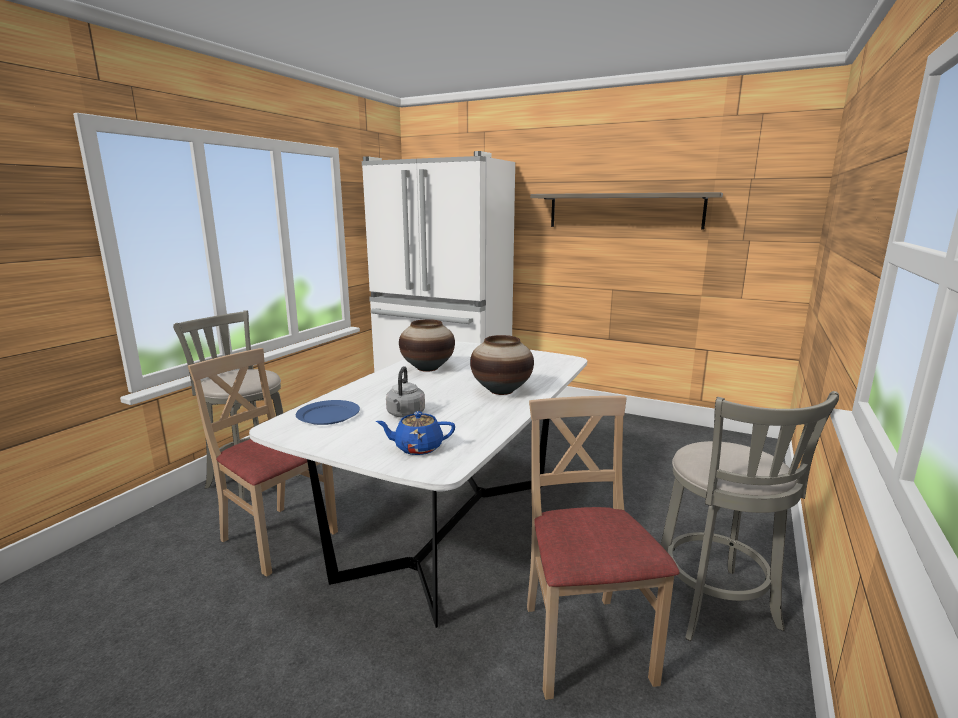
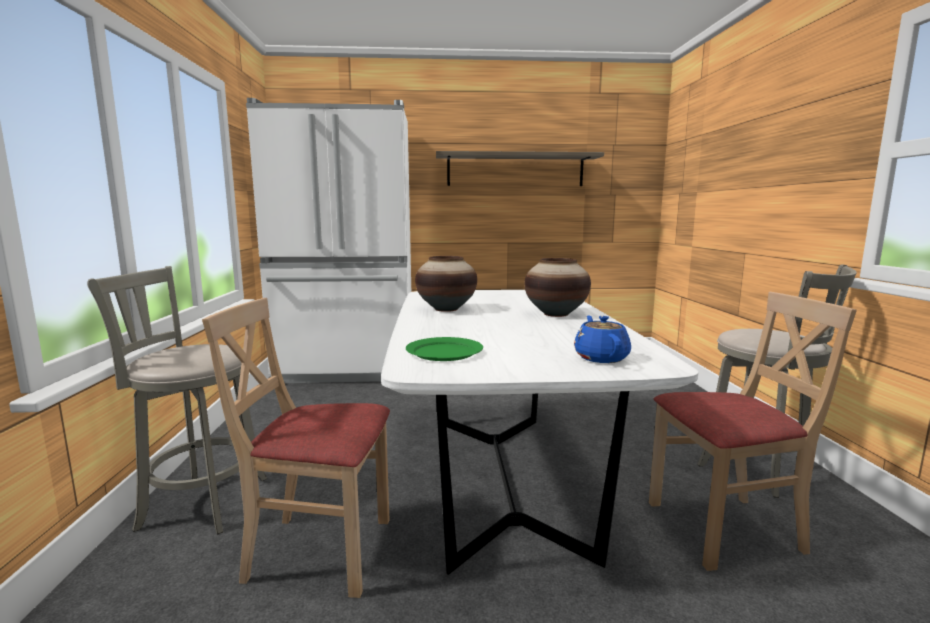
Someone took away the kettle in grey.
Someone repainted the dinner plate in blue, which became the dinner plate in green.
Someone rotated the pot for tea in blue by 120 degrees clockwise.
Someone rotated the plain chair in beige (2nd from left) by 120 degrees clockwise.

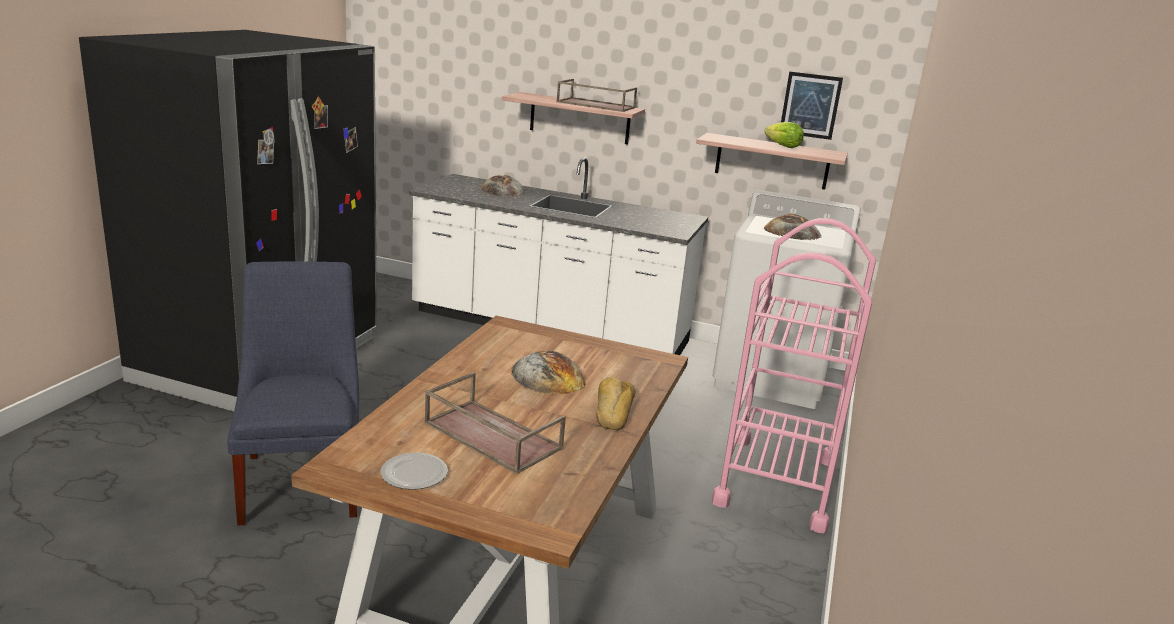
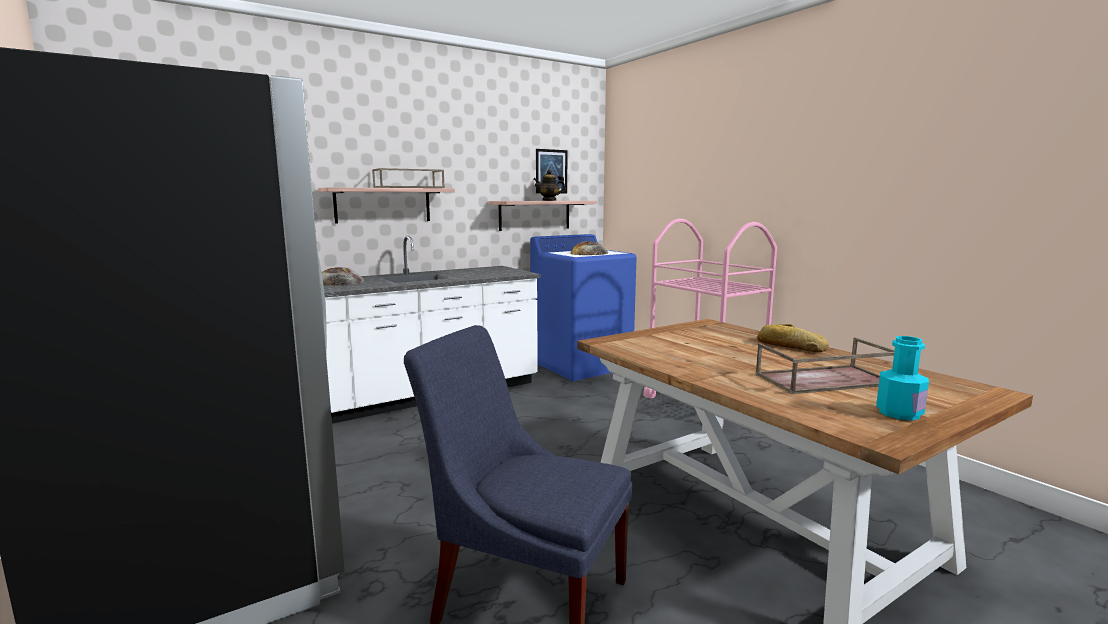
Someone took away the baked bread (2nd from left).
Someone swapped the dinner plate for the beverage bottle in blue-green.
Someone swapped the head of lettuce for the pot for tea.
Someone repainted the laundry machine in white-coloured, which became the laundry machine in blue.

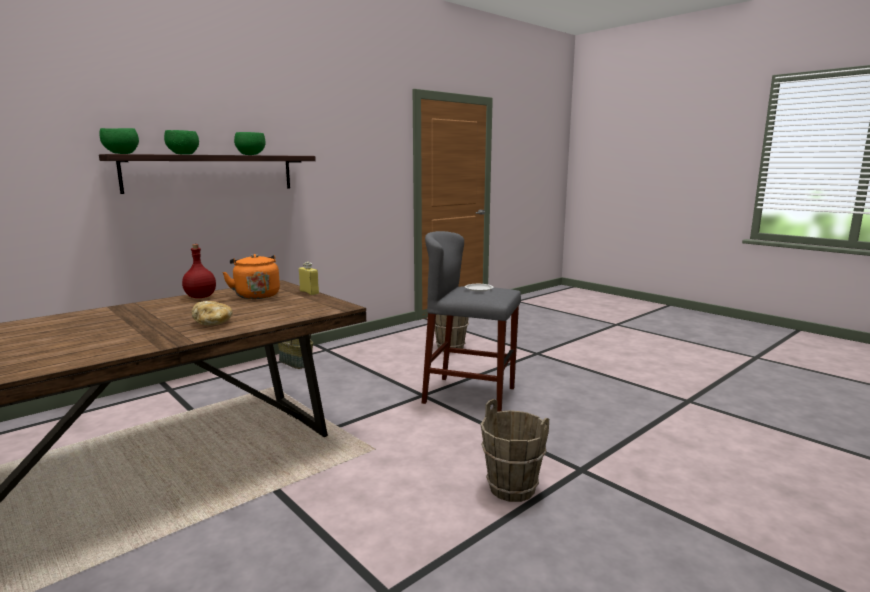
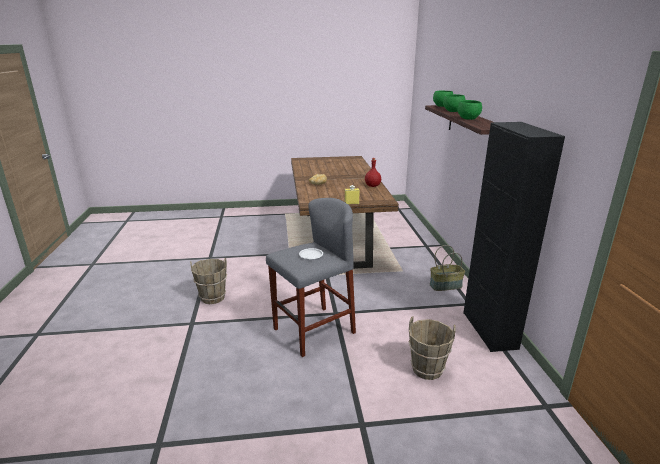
Someone took away the kettle in orangey.
Someone put down the cabinet in blackish.

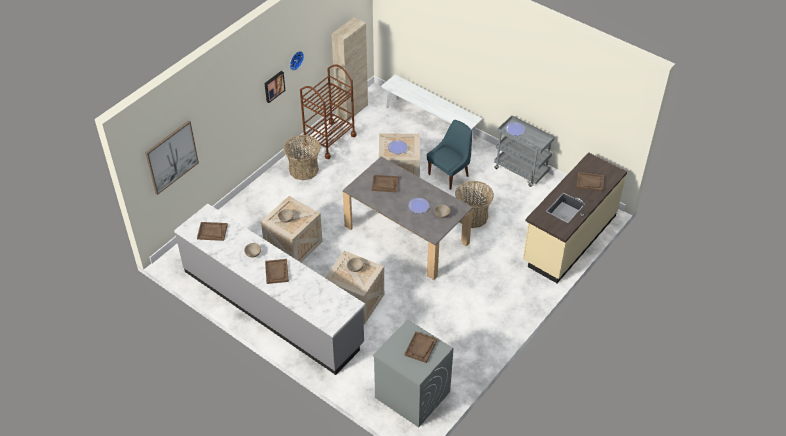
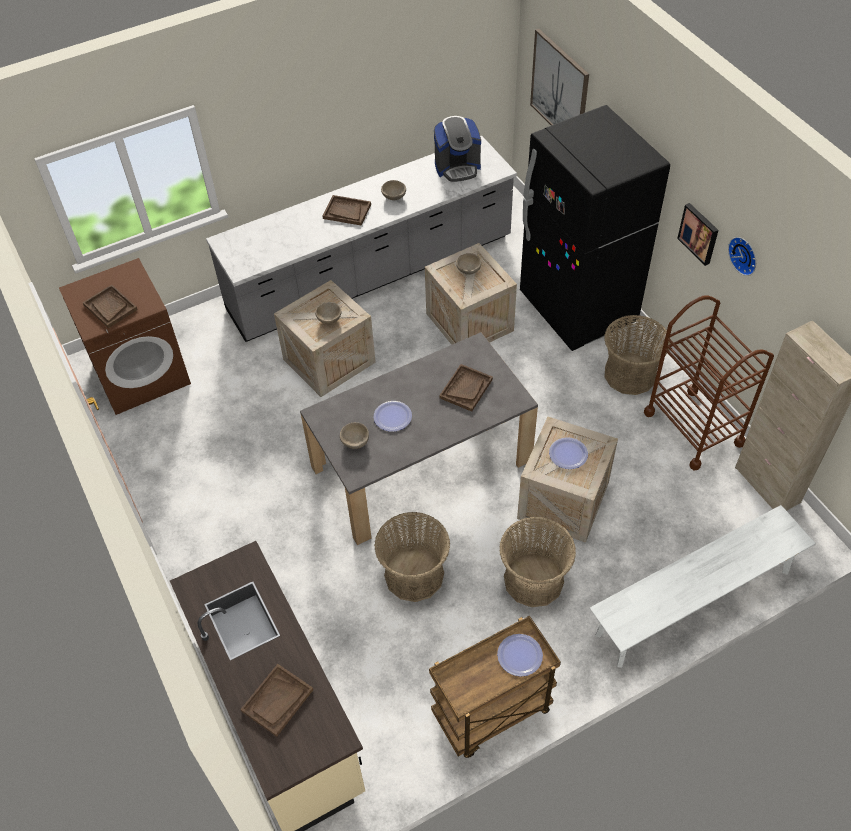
Someone put down the fridge in blackish.
Someone swapped the serving tray in brown-coloured (1st from left) for the coffee brewer.
Someone swapped the plain chair in blue for the basket (2nd from left).
Someone repainted the laundry machine in grey, which became the laundry machine in brown-coloured.
Someone repainted the trolley in grey, which became the trolley in brown-coloured (1st from left).

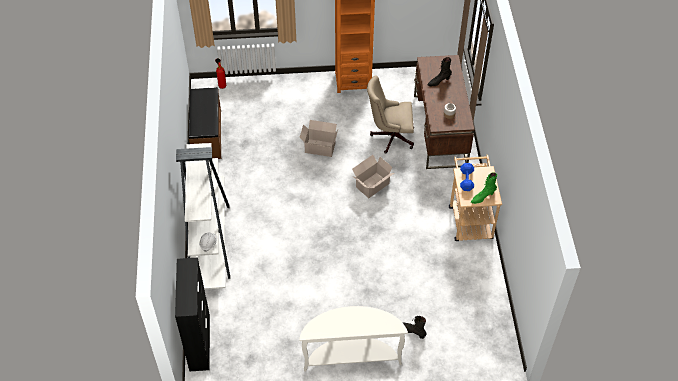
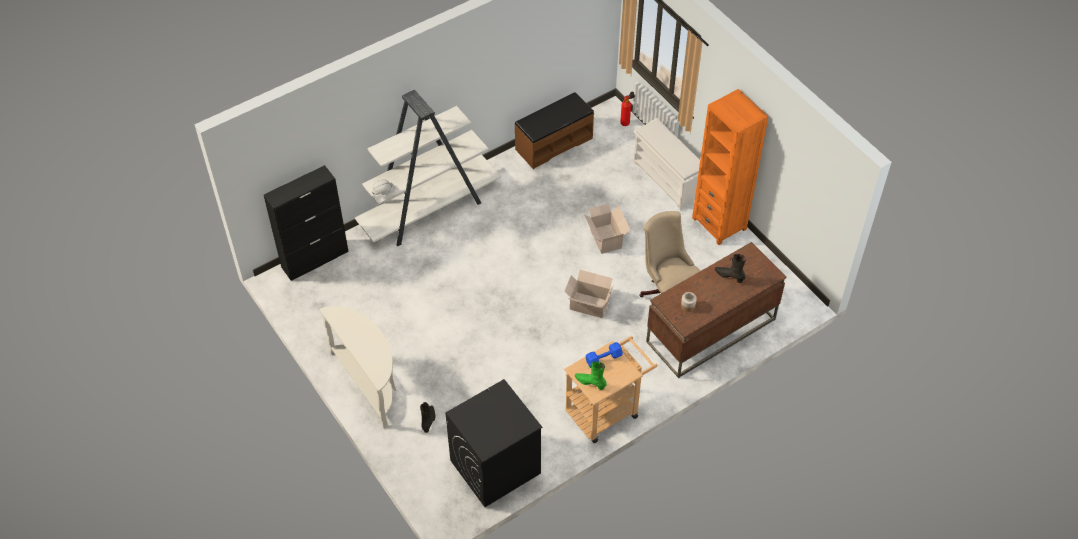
Someone put down the laundry machine in blackish.
Someone put down the shoe stand in white-coloured.

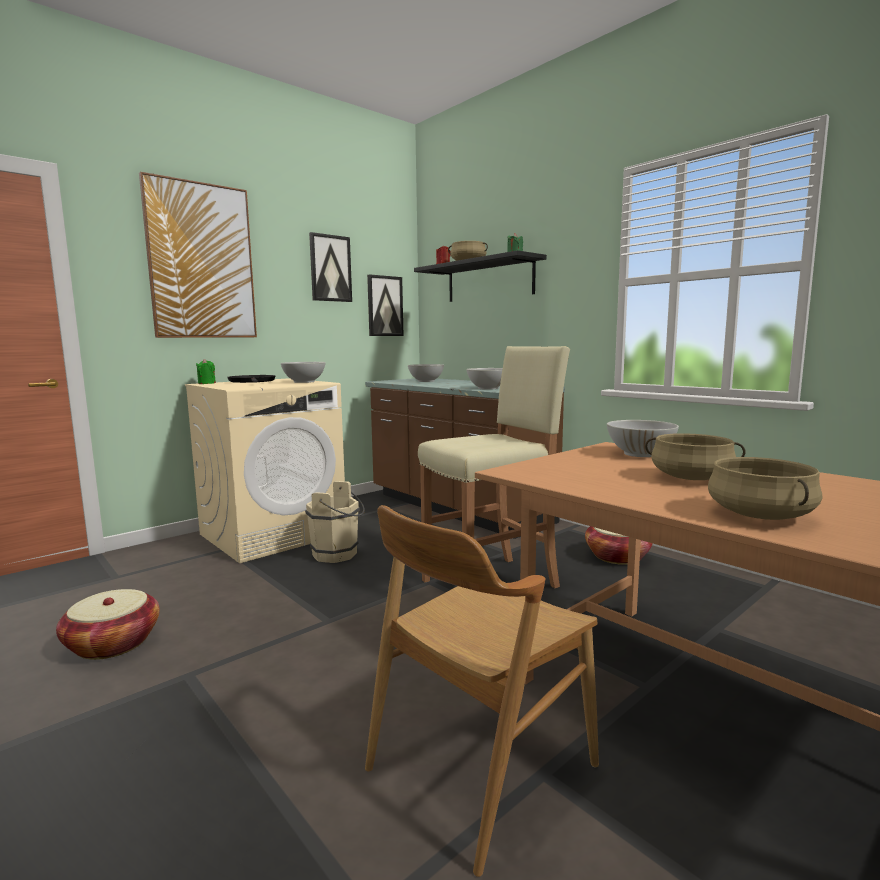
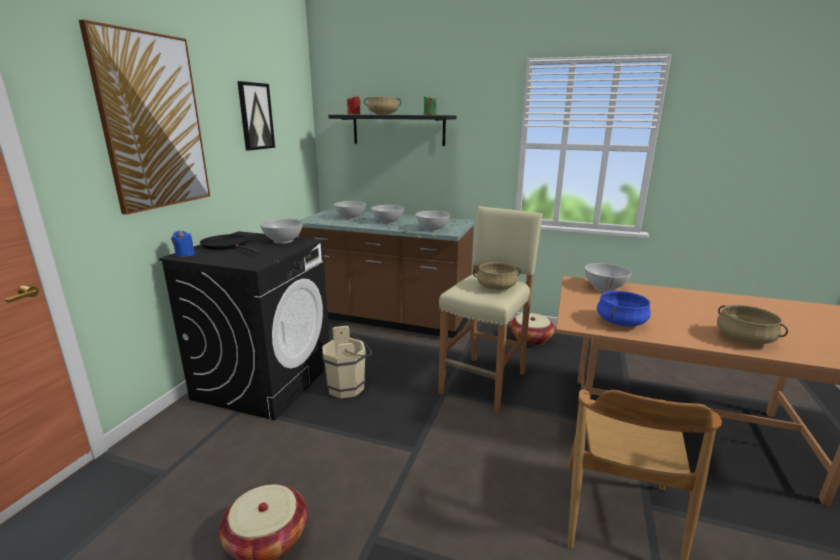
Someone took away the wall art (3rd from left).
Someone put down the deep dish in white-coloured (3rd from left).
Someone put down the cooking pot in blue.
Someone carried the cooking pot in beige (2nd from left).
Someone repainted the laundry machine in beige, which became the laundry machine in blackish.
Someone repainted the candle in green (1st from left), which became the candle in blue.

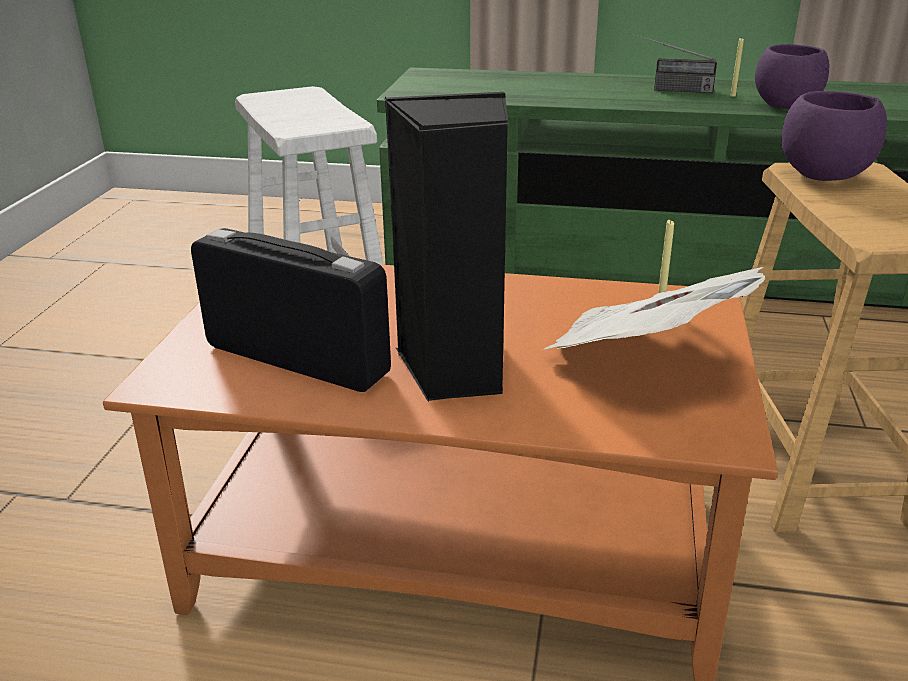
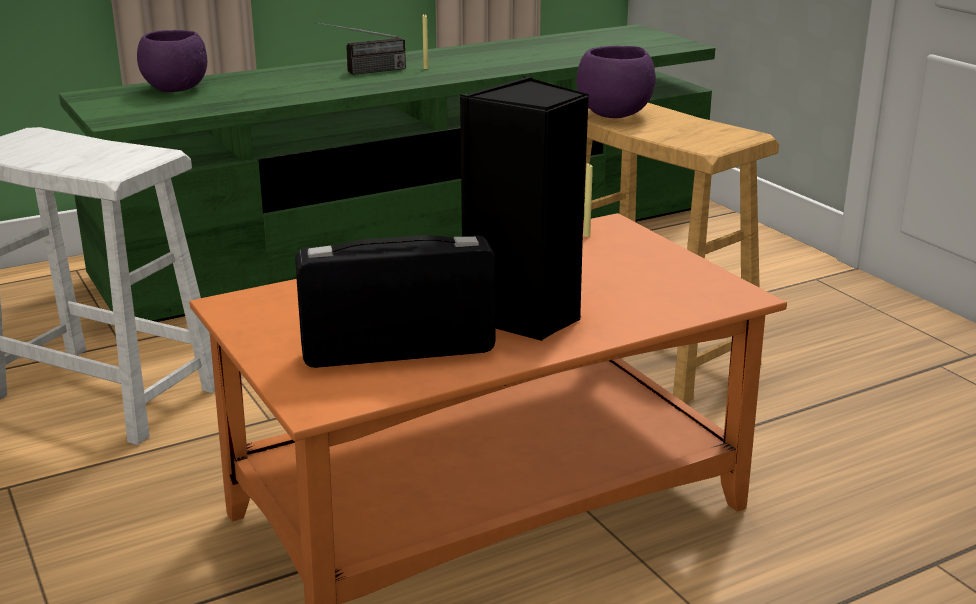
Someone took away the daily paper.
Someone carried the deep dish in purple-coloured (1st from left).

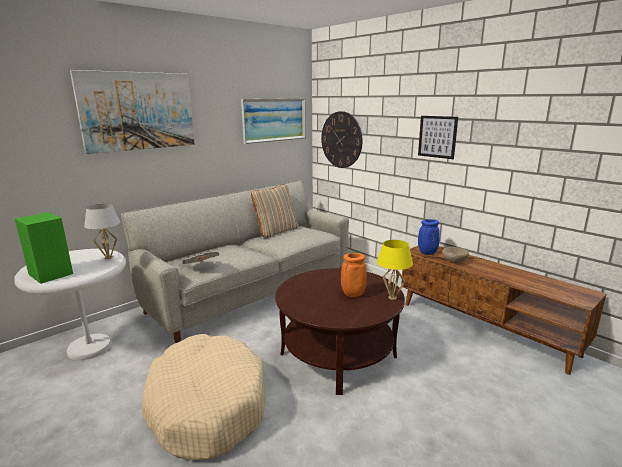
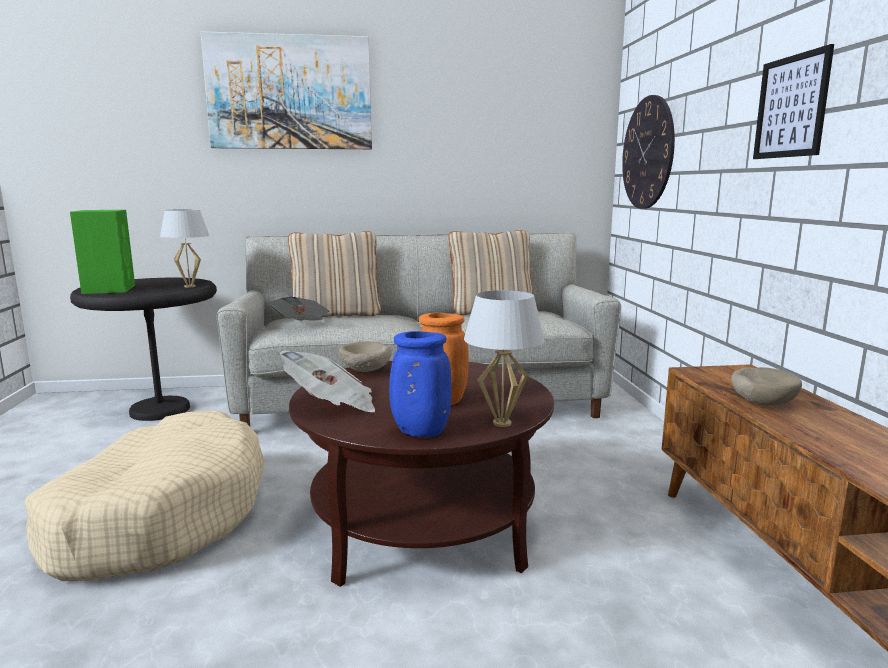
Someone took away the wall art (2nd from left).
Someone put down the daily paper (2nd from left).
Someone put down the cushion in beige (1st from left).
Someone put down the deep dish in beige (1st from left).
Someone carried the flower vase in blue.
Someone repainted the accent table in white-coloured, which became the accent table in blackish.
Someone repainted the tabletop lamp in yellowish, which became the tabletop lamp in white-coloured (2nd from left).

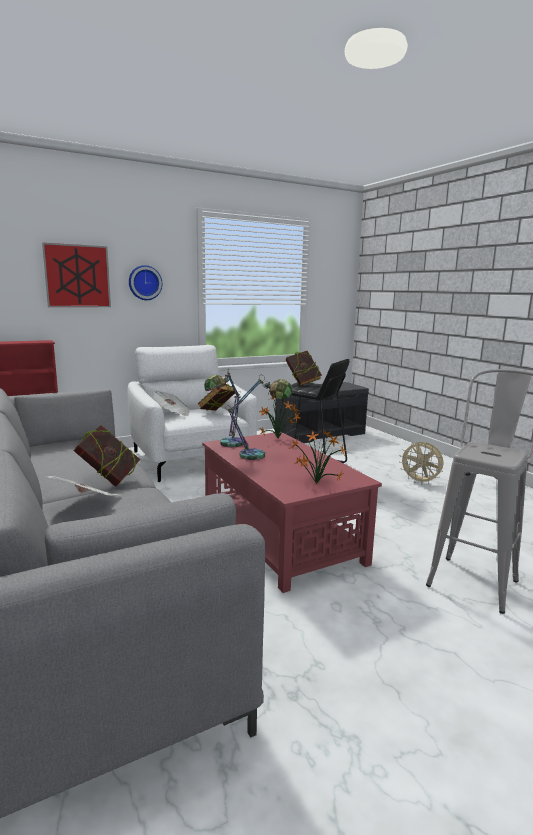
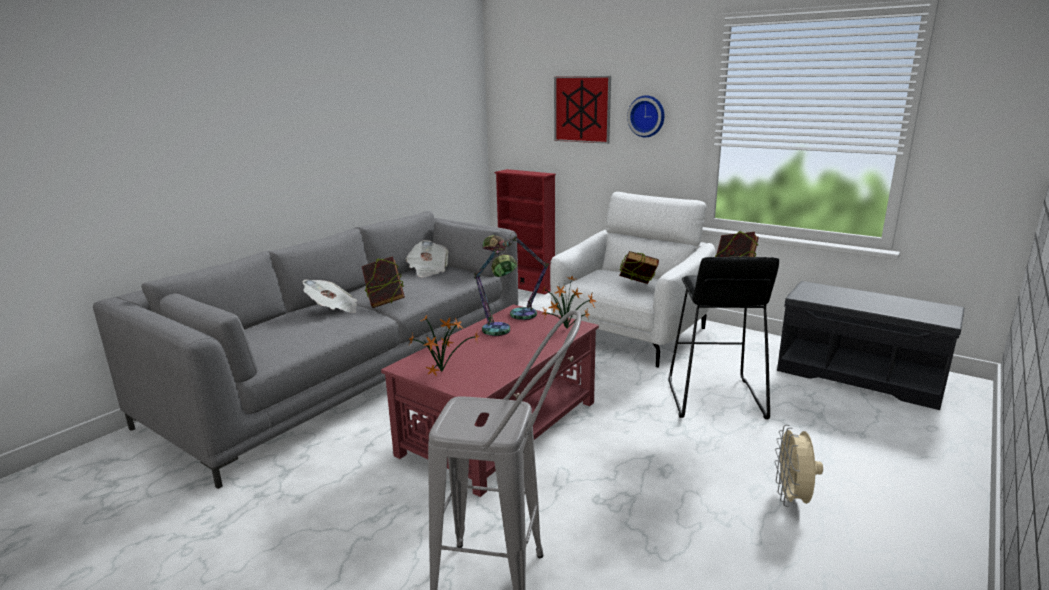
Someone carried the daily paper (2nd from left).

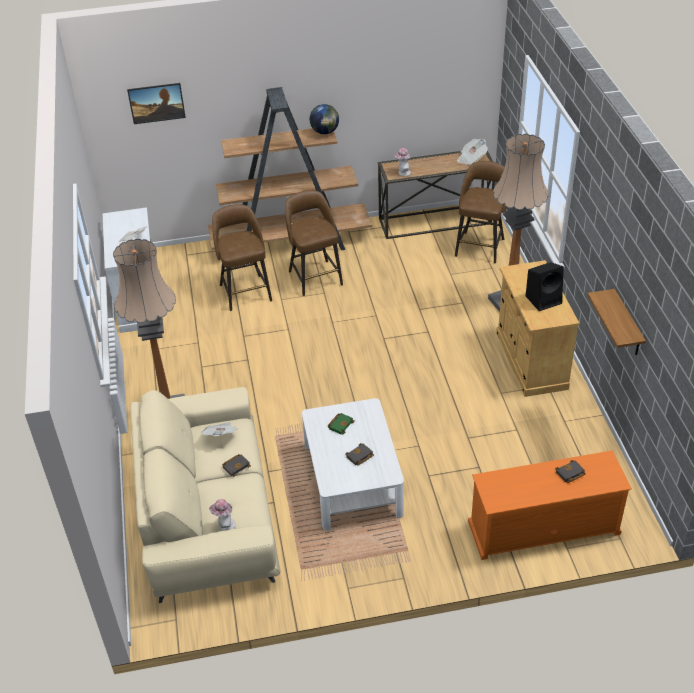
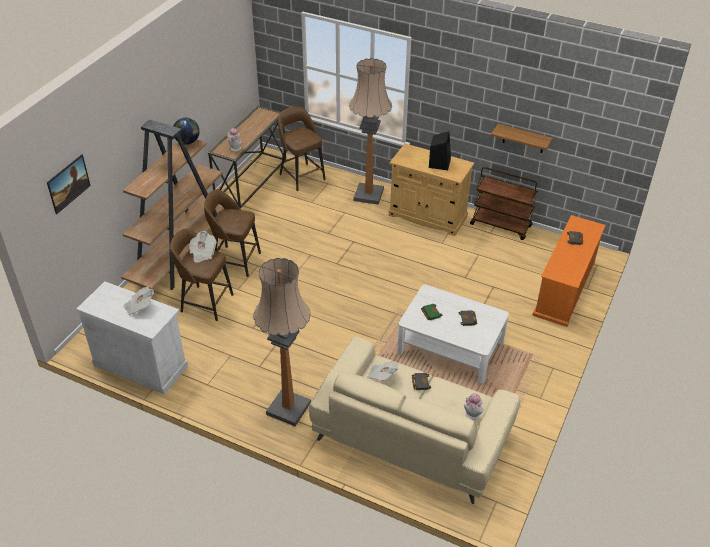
Someone put down the trolley in brown-coloured.
Someone carried the daily paper (3rd from left in the first image).

